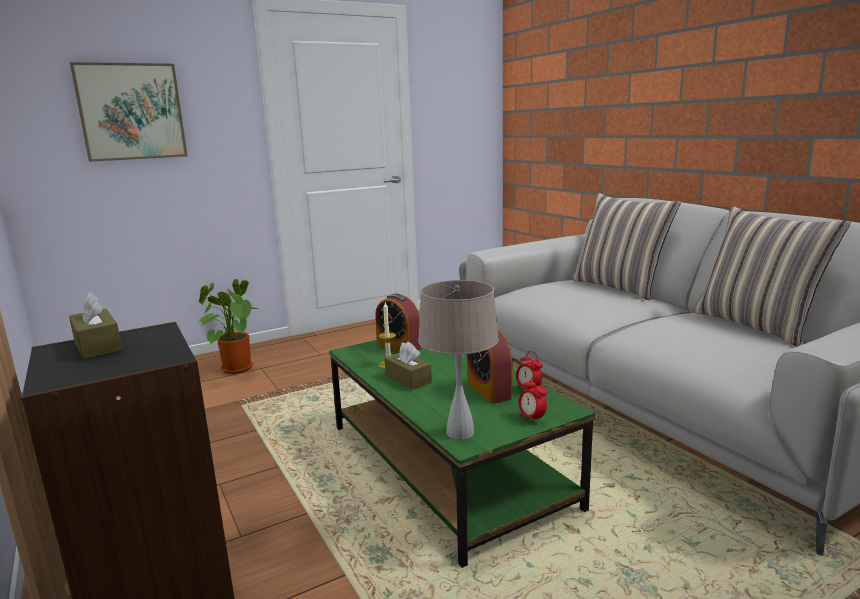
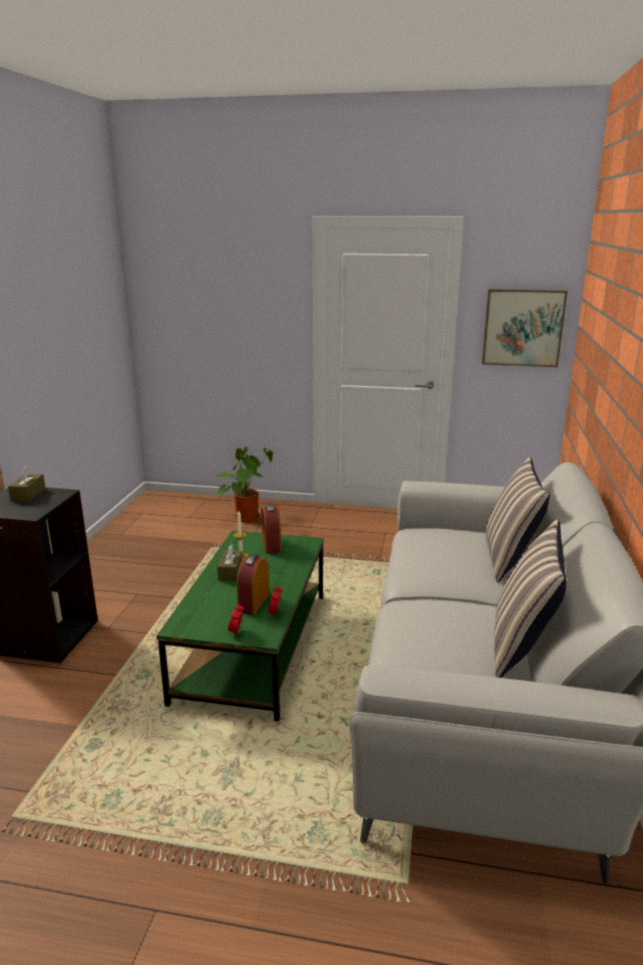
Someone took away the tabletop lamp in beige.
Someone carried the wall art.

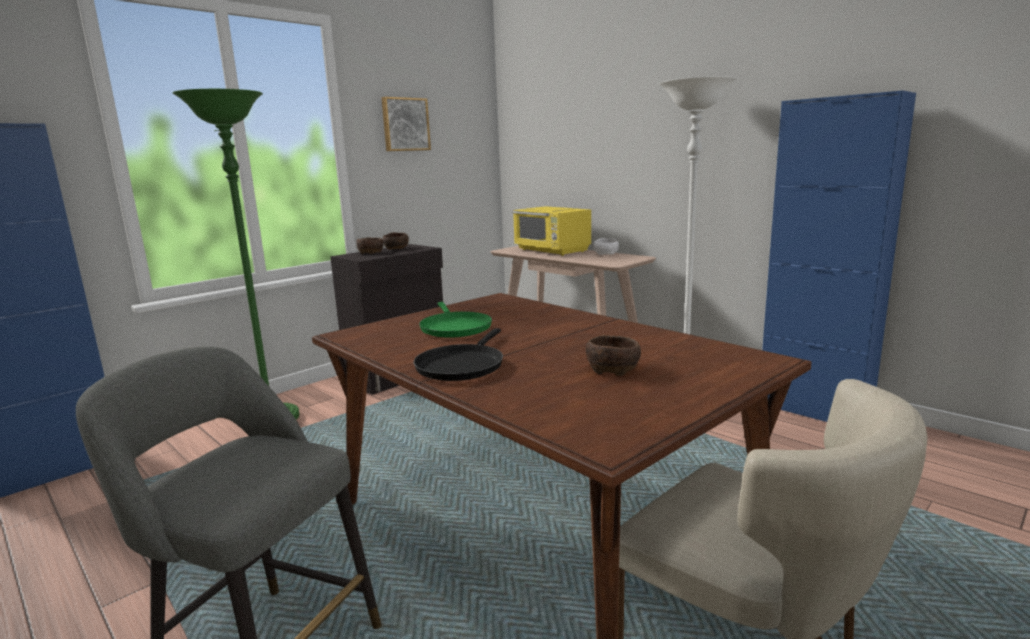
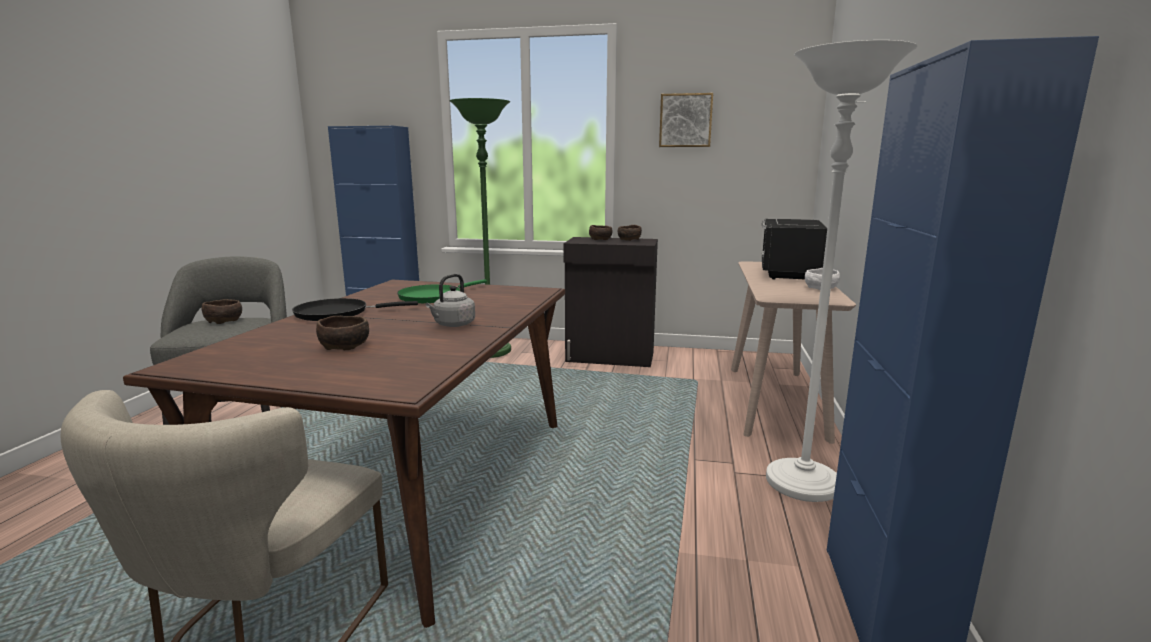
Someone put down the deep dish in brown-coloured (1st from left).
Someone put down the kettle in grey.
Someone repainted the kitchen microwave in yellowish, which became the kitchen microwave in blackish.

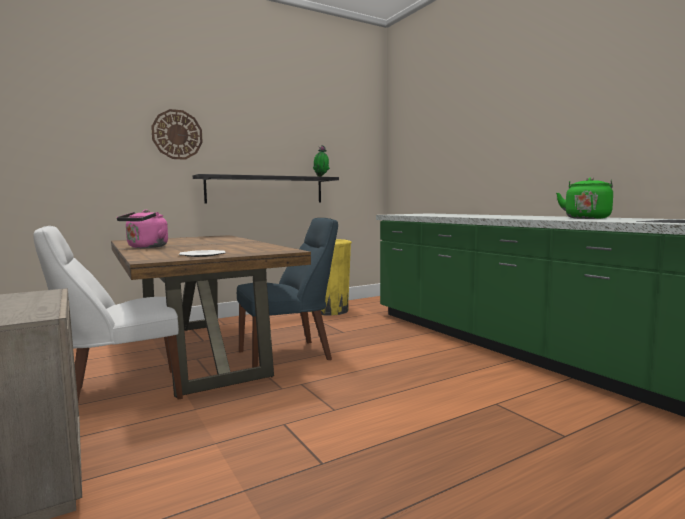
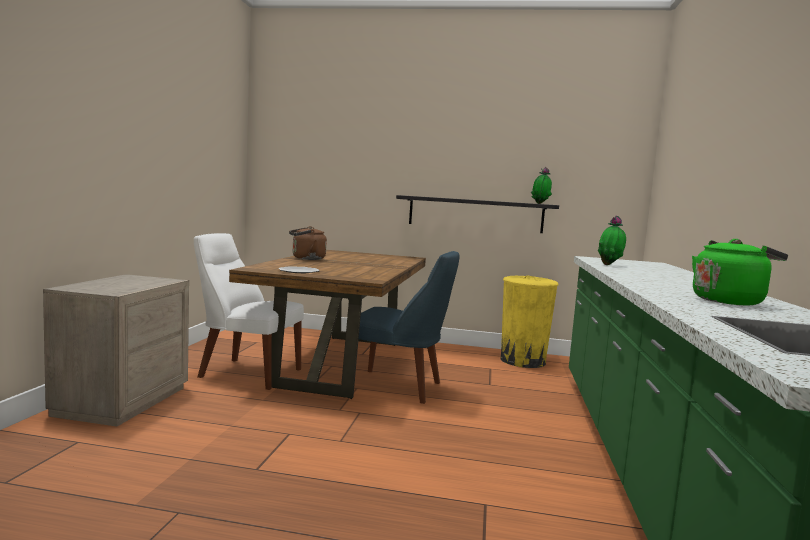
Someone took away the clock on the wall.
Someone put down the houseplant (2nd from left).
Someone repainted the kettle in pinkish, which became the kettle in brown-coloured.

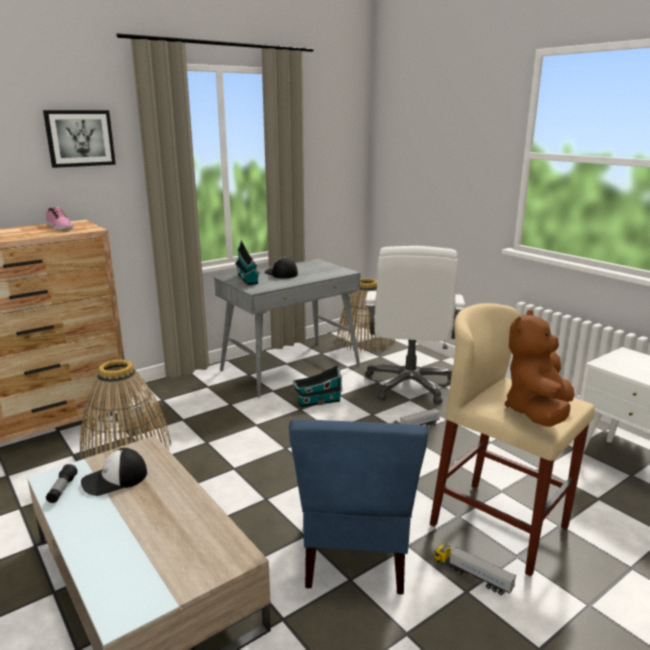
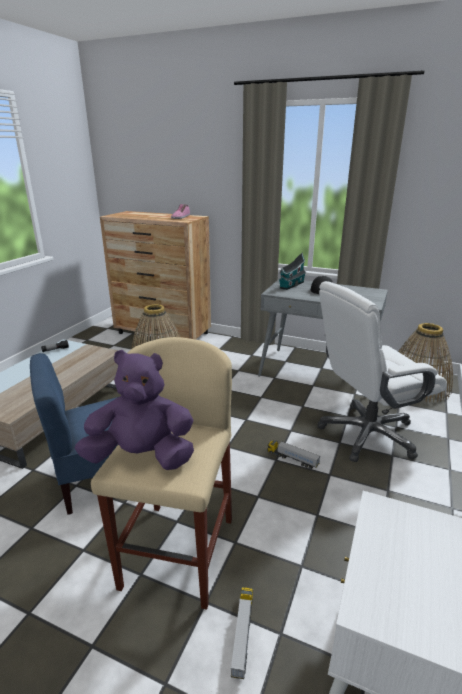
Someone took away the wall art.
Someone took away the peaked cap (1st from left).
Someone took away the toy house (2nd from left).
Someone carried the model truck (2nd from left in the first image).
Someone repainted the soft toy in brown-coloured, which became the soft toy in purple-coloured.

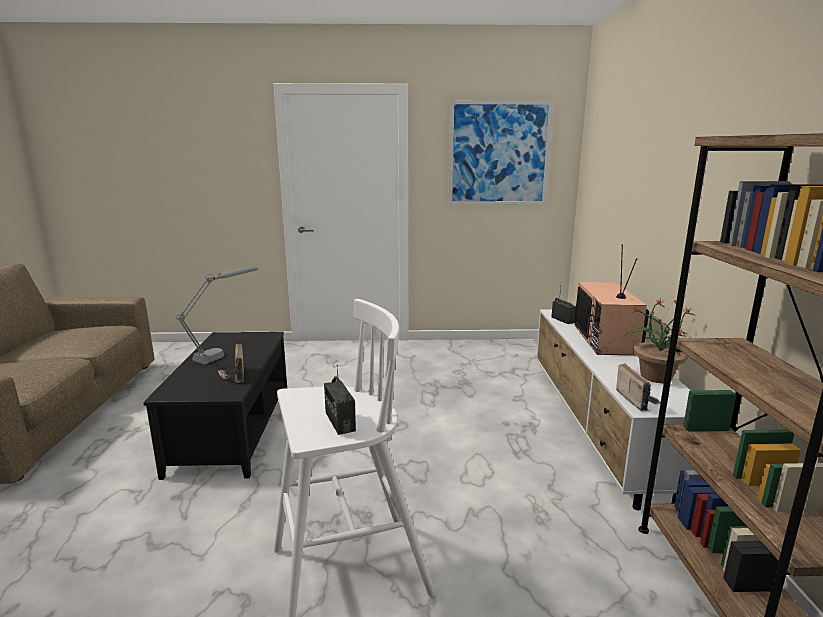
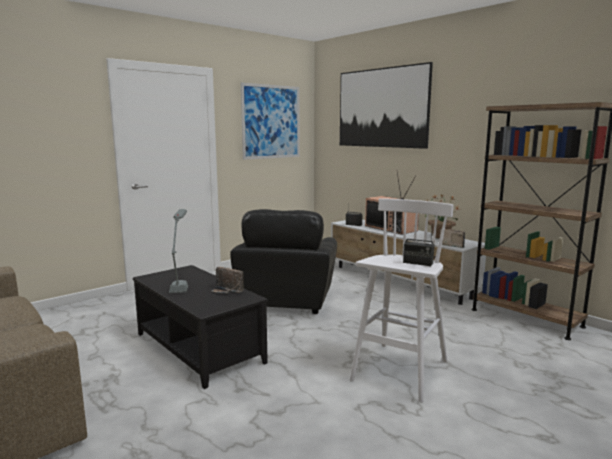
Someone put down the armchair in blackish.
Someone put up the wall art (2nd from left).

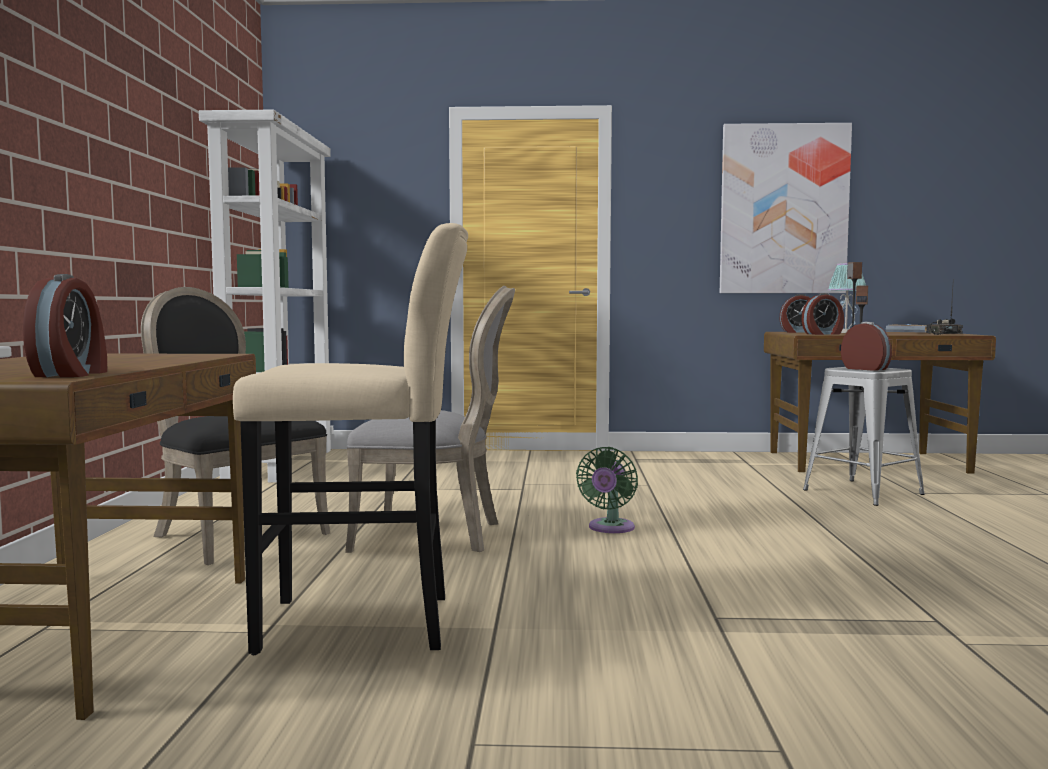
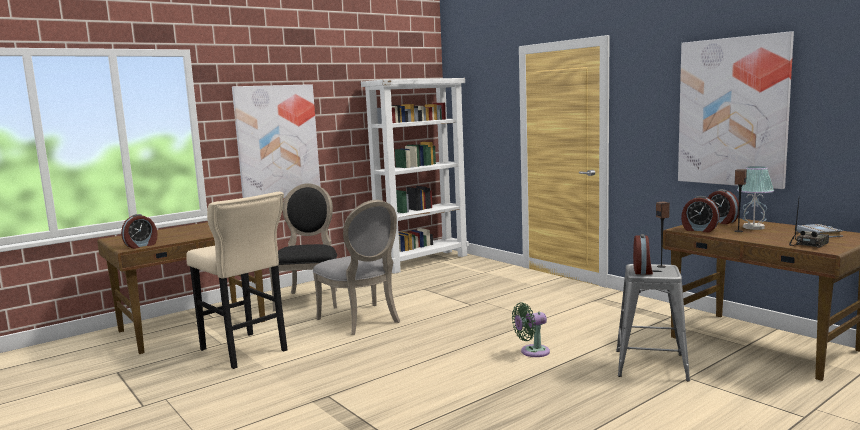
Someone put up the wall art (1st from left).
Someone carried the cooling fan in green.

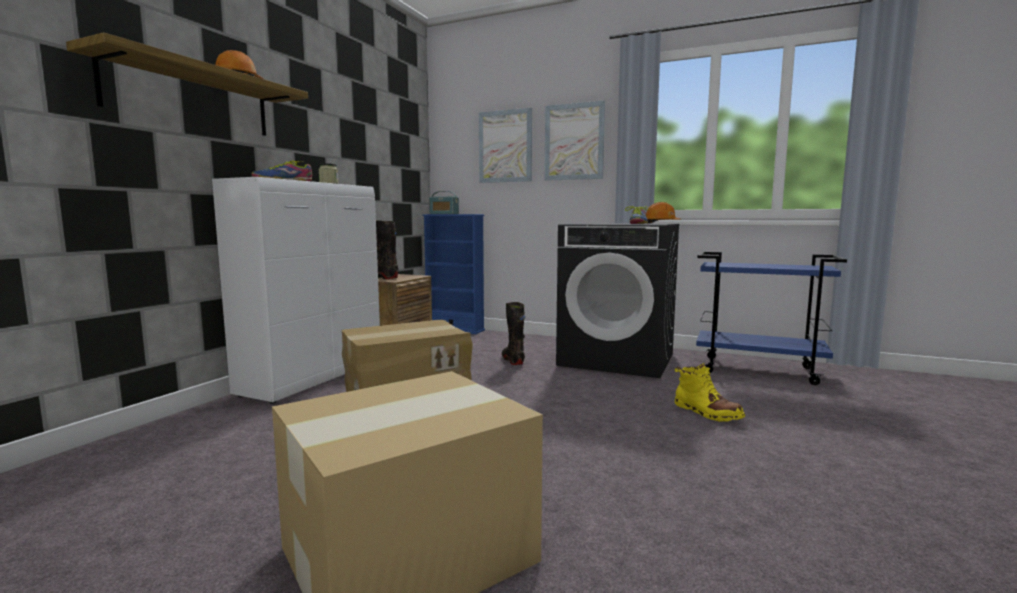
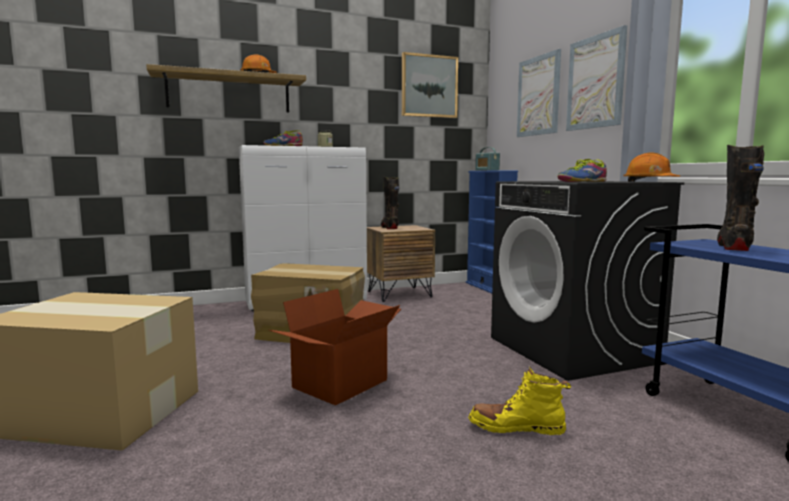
Someone put down the carton (3rd from left).
Someone put up the wall art (1st from left).
Someone carried the high-top boot in blackish (2nd from left).
Someone rotated the high-top boot in yellowish by 90 degrees clockwise.

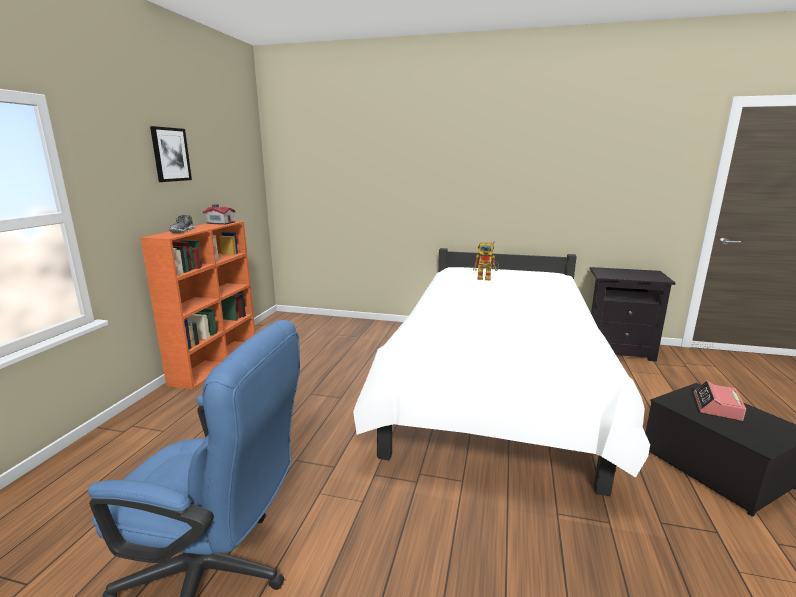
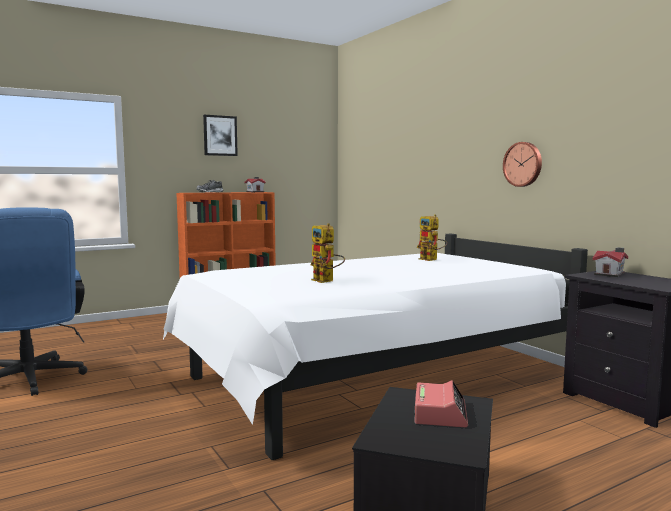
Someone put down the robot figure (1st from left).
Someone put up the clock on the wall.
Someone put down the toy house (2nd from left).
Someone rotated the alarm clock by 120 degrees clockwise.

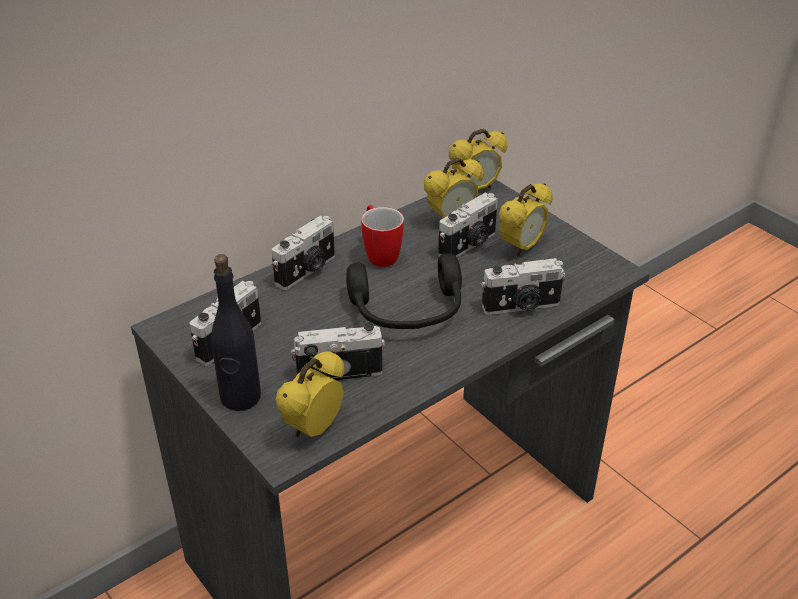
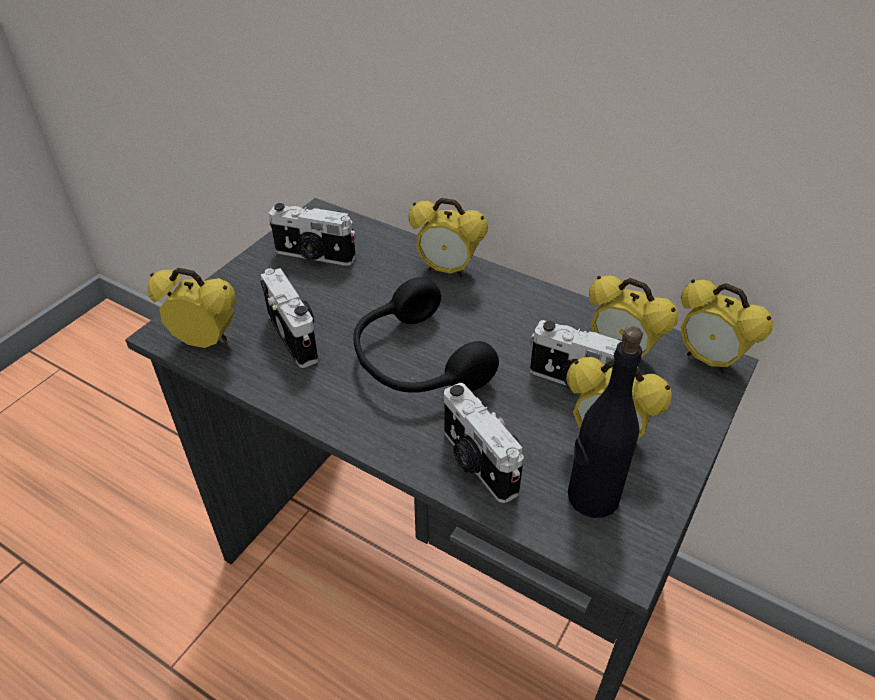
Someone took away the coffee mug.
Someone carried the beverage bottle in blackish.
Someone swapped the photo camera (2nd from left) for the alarm clock (2nd from left).

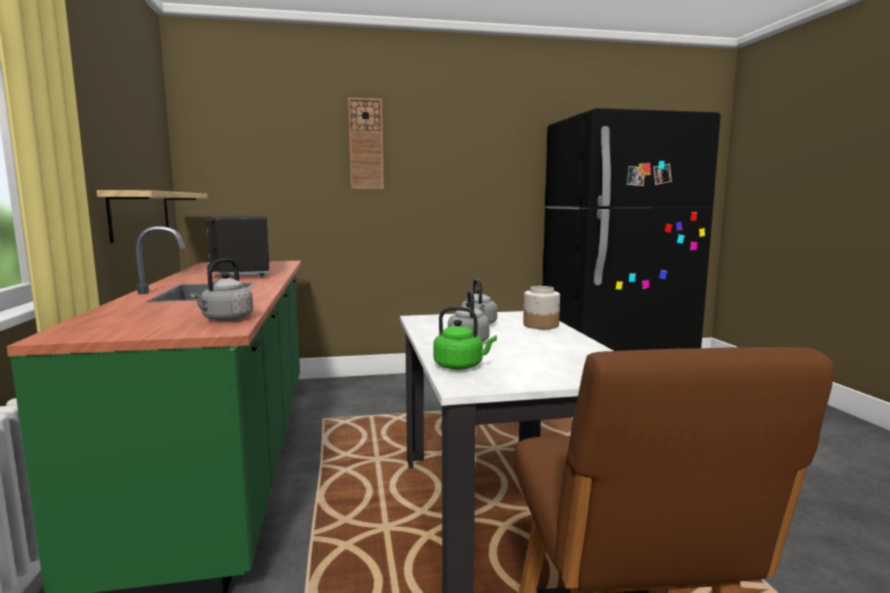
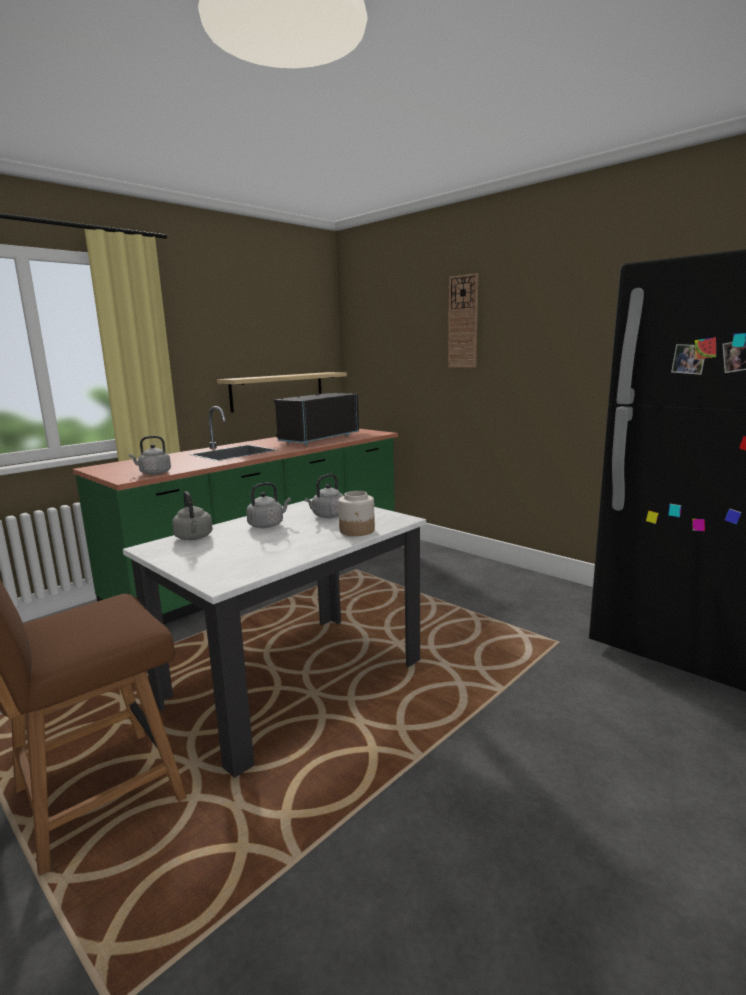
Someone repainted the kettle in green, which became the kettle in grey (2nd from left).

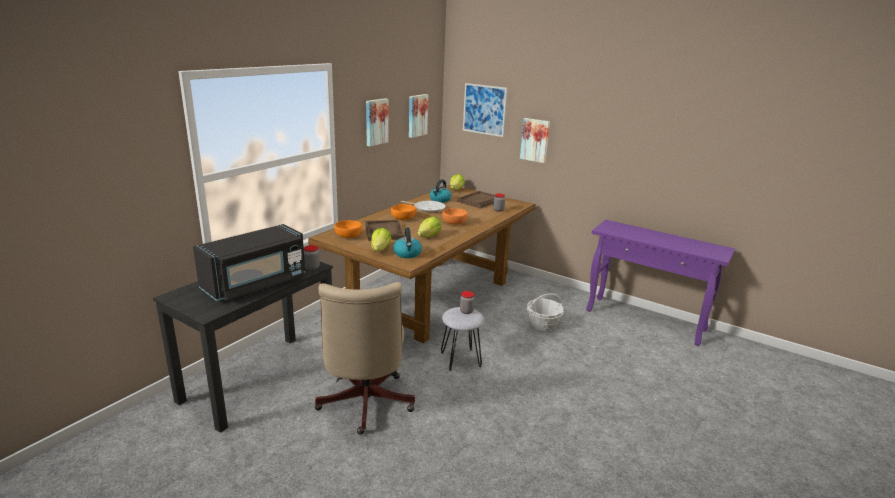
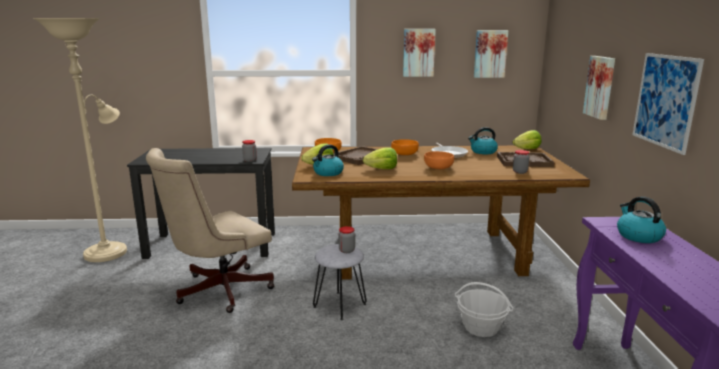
Someone took away the kitchen microwave in blackish.
Someone put down the standing lamp in beige.
Someone put down the kettle (3rd from left).
Someone carried the wall art (3rd from left in the first image).

